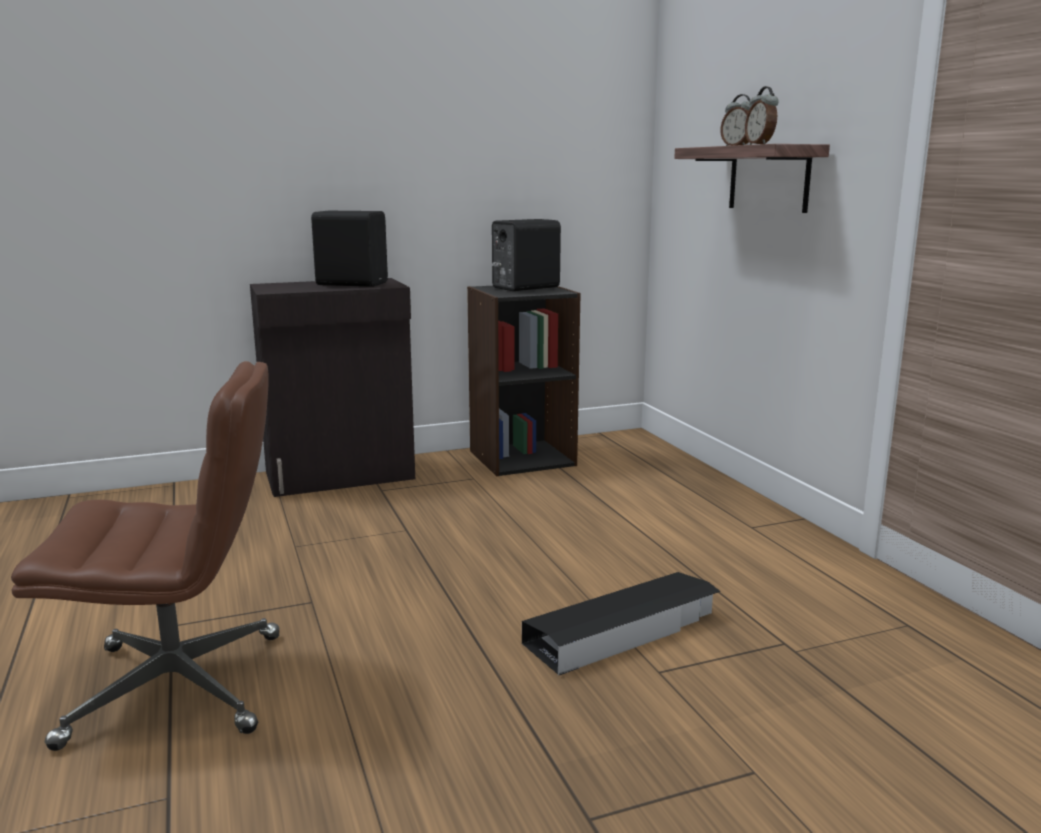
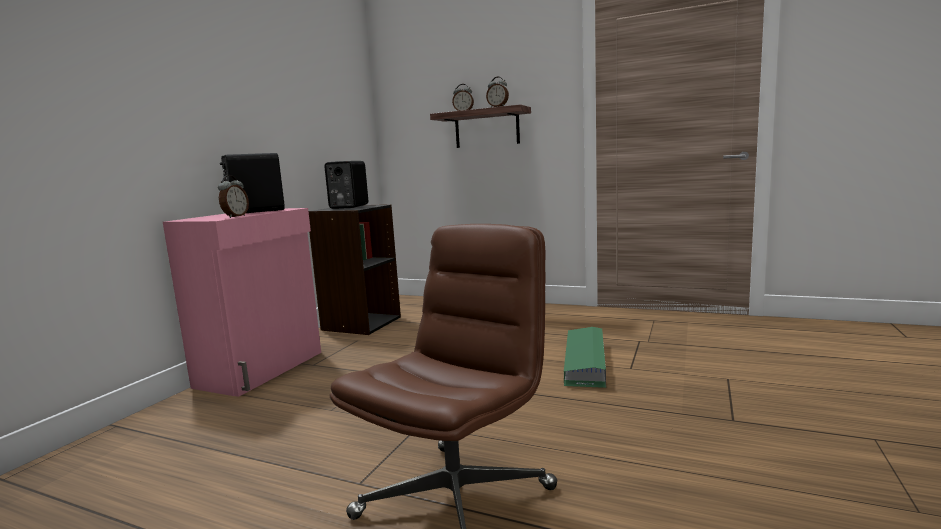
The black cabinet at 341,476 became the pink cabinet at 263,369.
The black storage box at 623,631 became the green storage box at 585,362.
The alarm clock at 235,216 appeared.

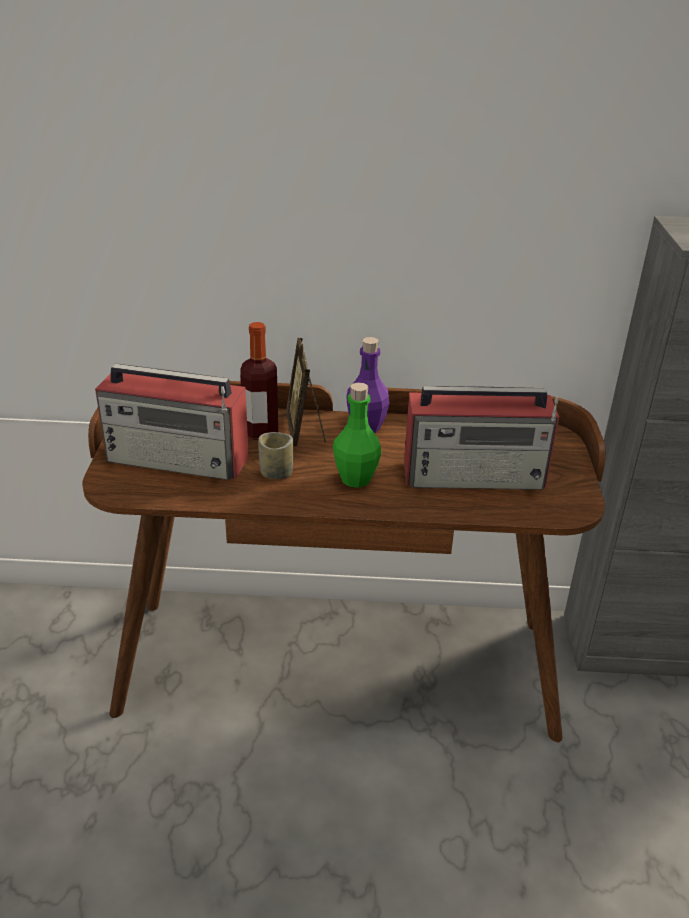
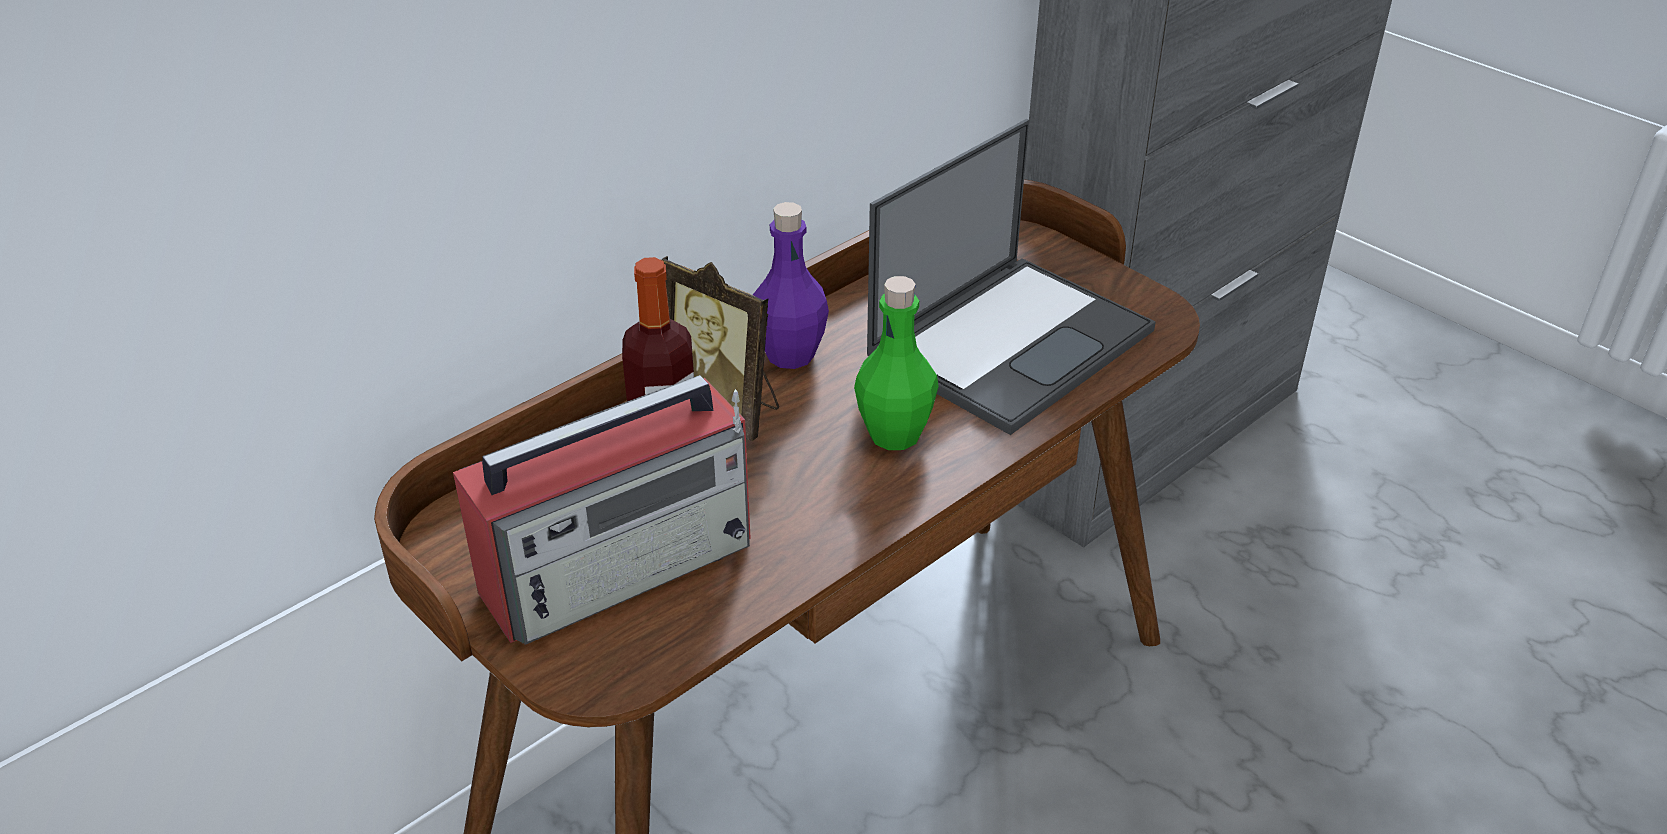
The radio at 476,475 was replaced by the laptop at 1012,340.
The cup at 276,473 disappeared.

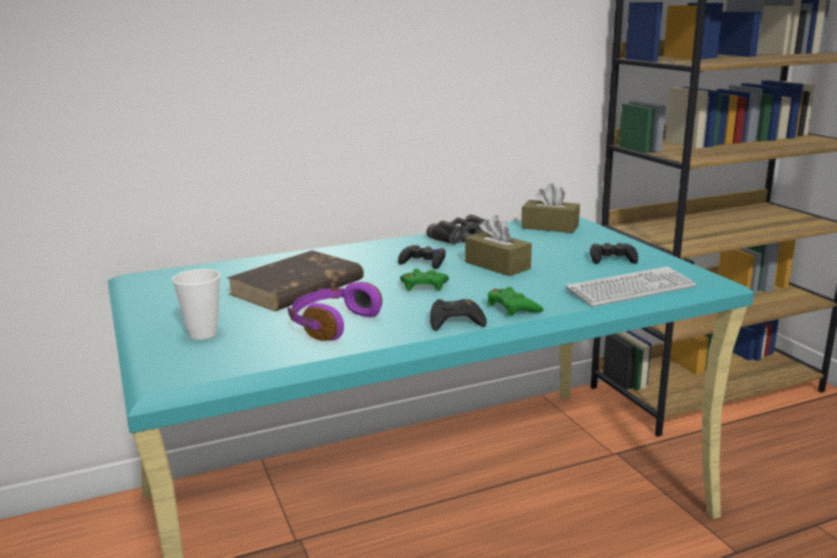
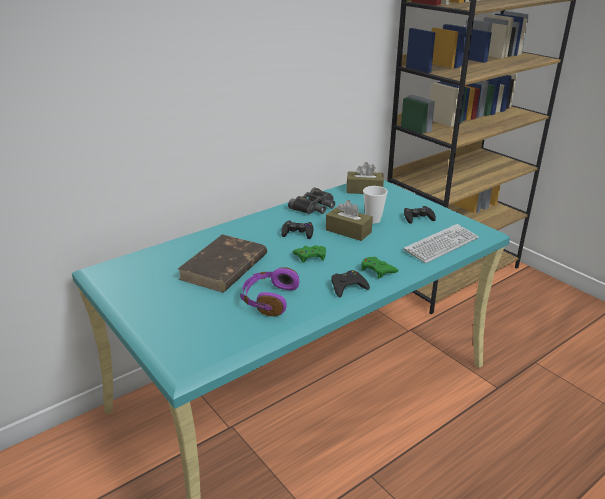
The cup moved from 203,334 to 373,220.

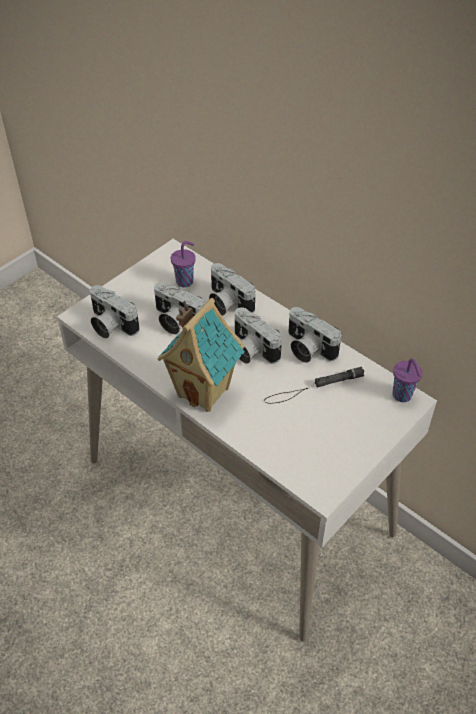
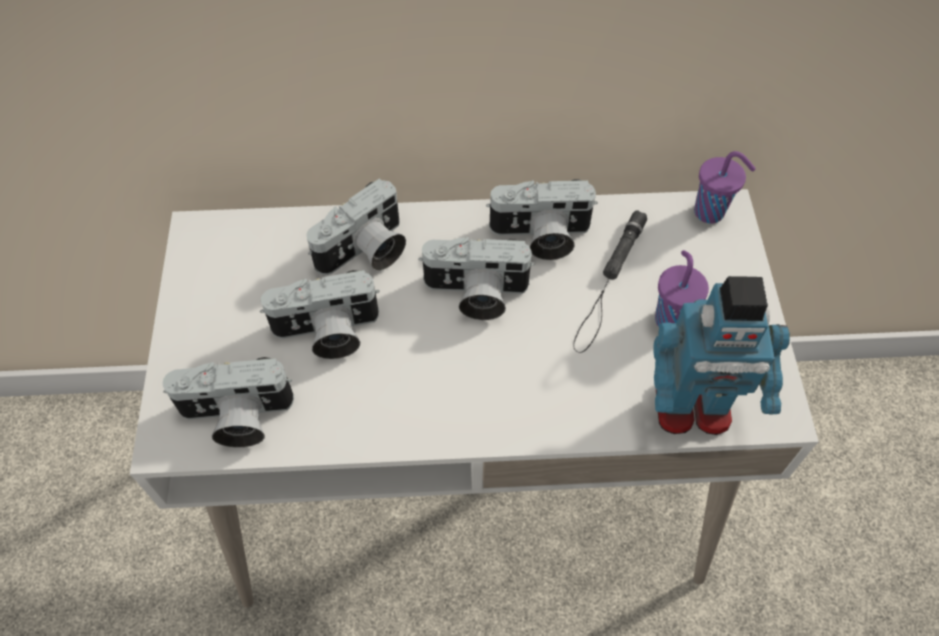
The purple cup moved from 185,281 to 670,318.
The photo camera at 226,303 turned 45 degrees counterclockwise.
The toy house at 205,391 disappeared.
The toy robot at 692,408 appeared.

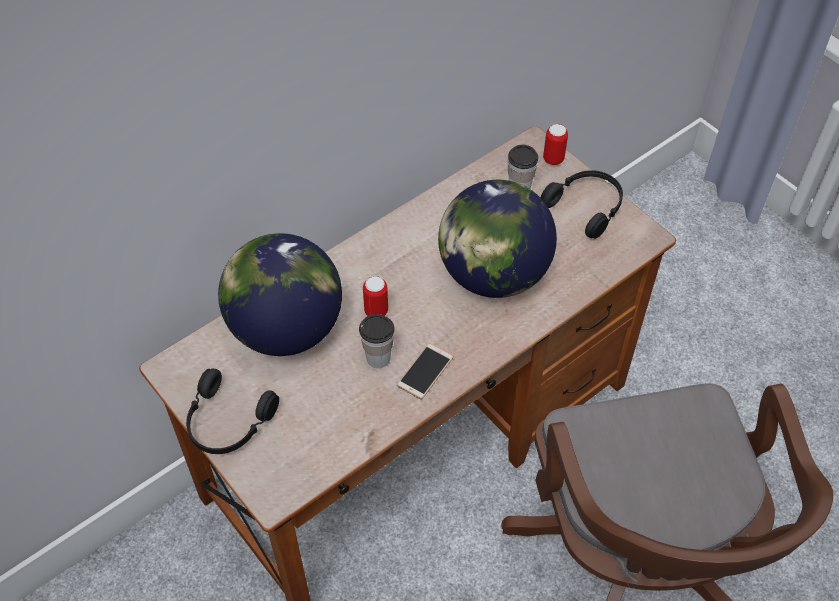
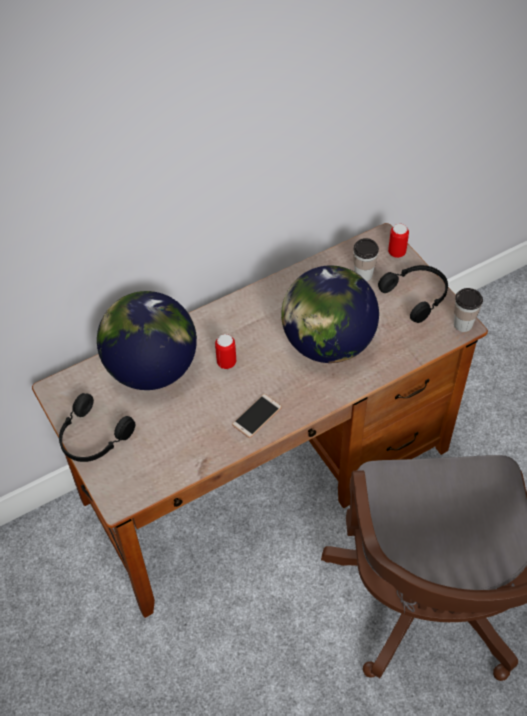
The cup moved from 378,358 to 463,324.

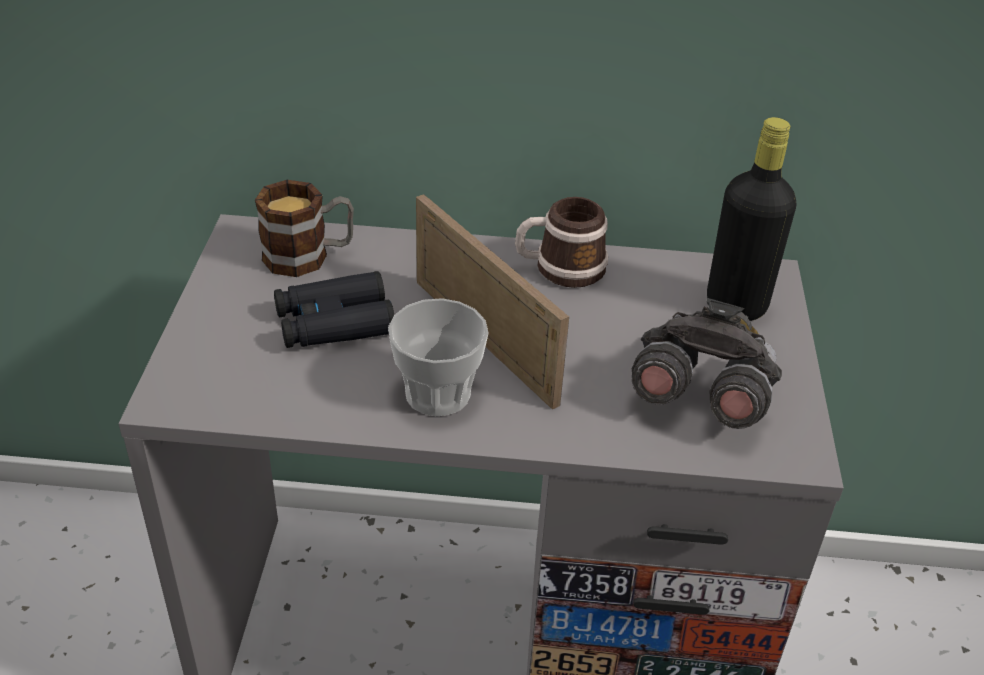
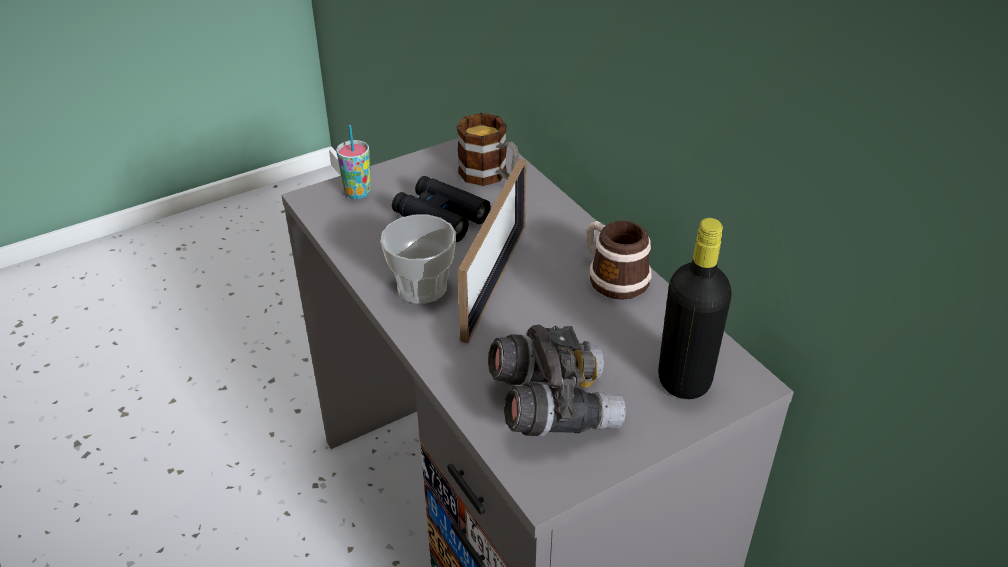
The cup at 357,193 appeared.

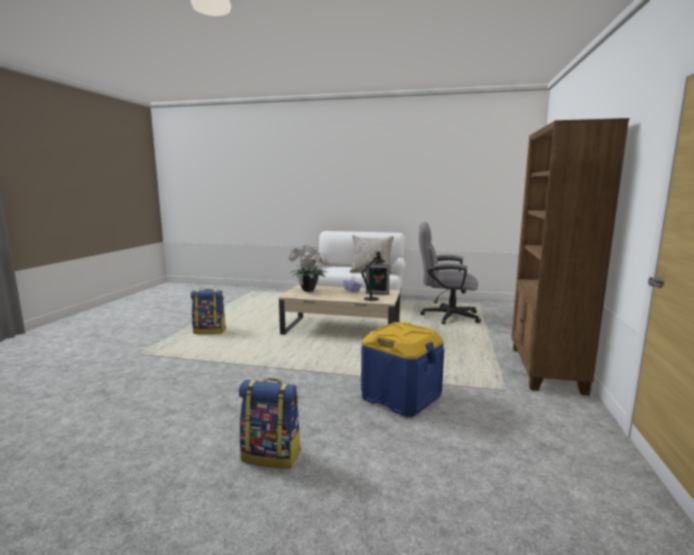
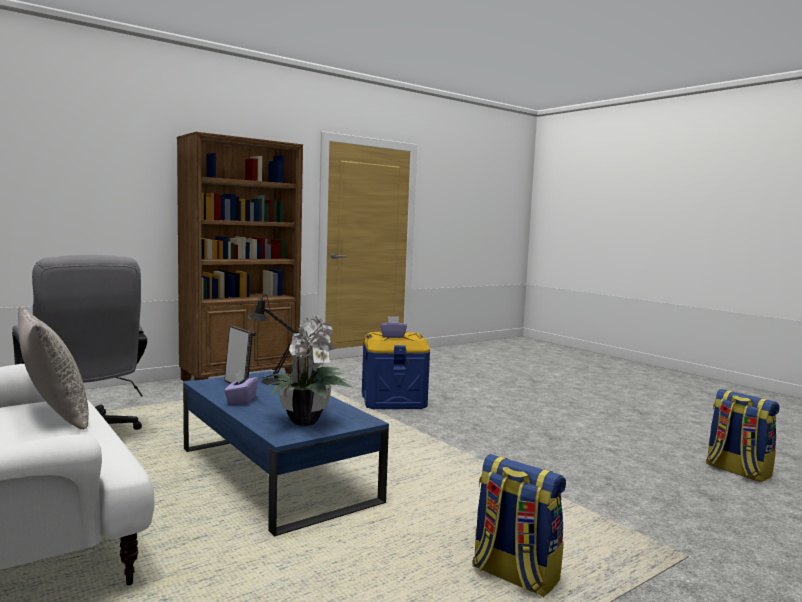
The beige coffee table at 342,329 became the blue coffee table at 275,474.
The backpack moved from 272,455 to 737,471.
The purple tissue box at 392,336 appeared.

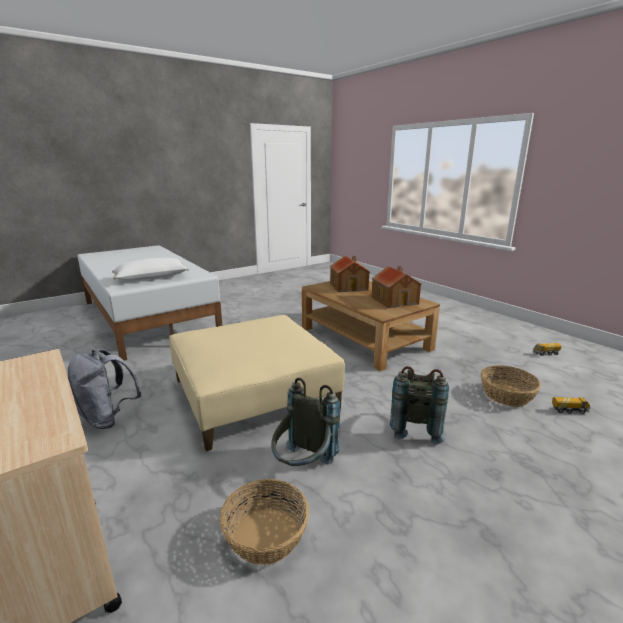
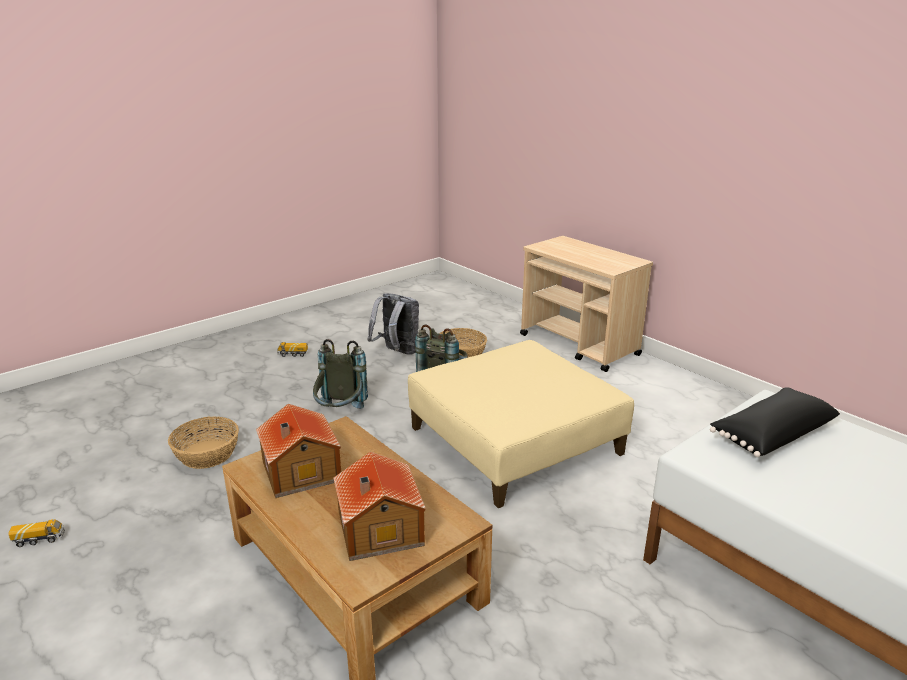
The white pillow at 152,279 became the black pillow at 770,434.
The grey backpack moved from 108,418 to 397,352.
The toy truck moved from 569,410 to 293,354.

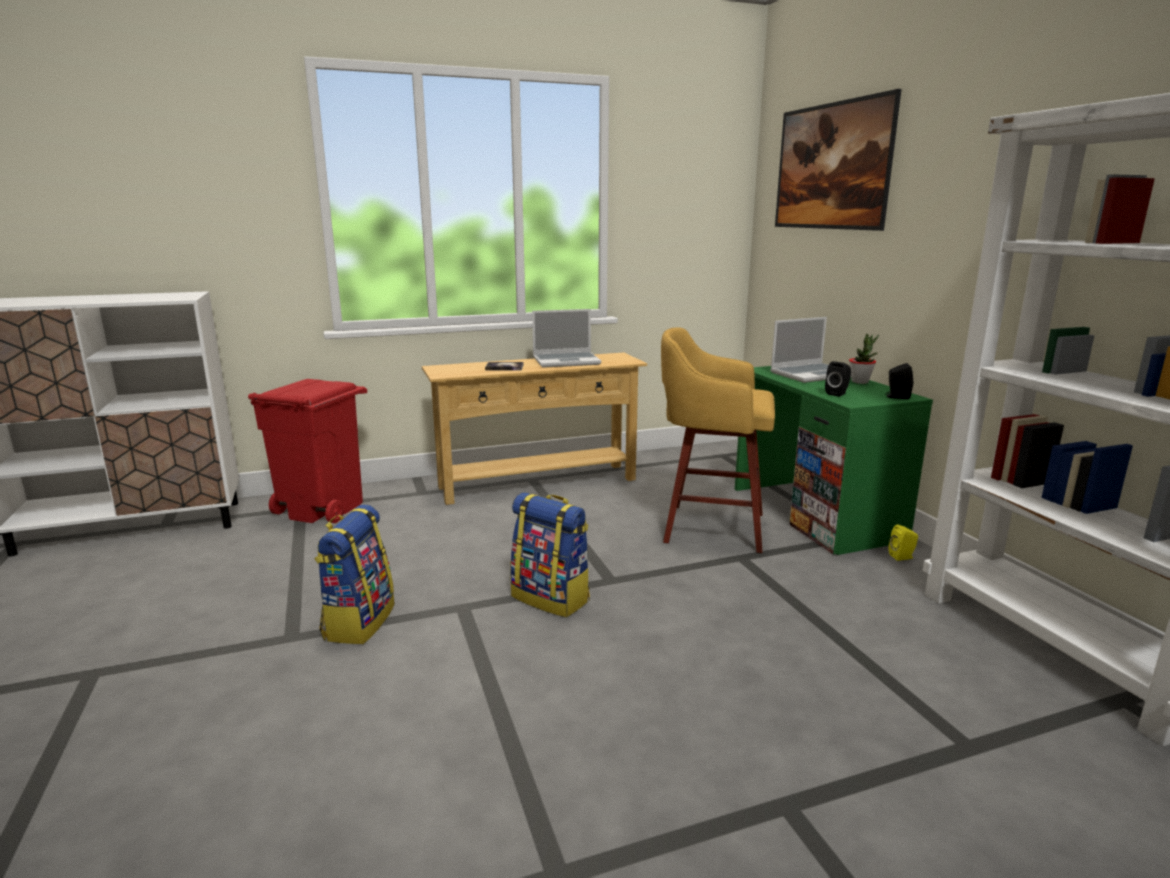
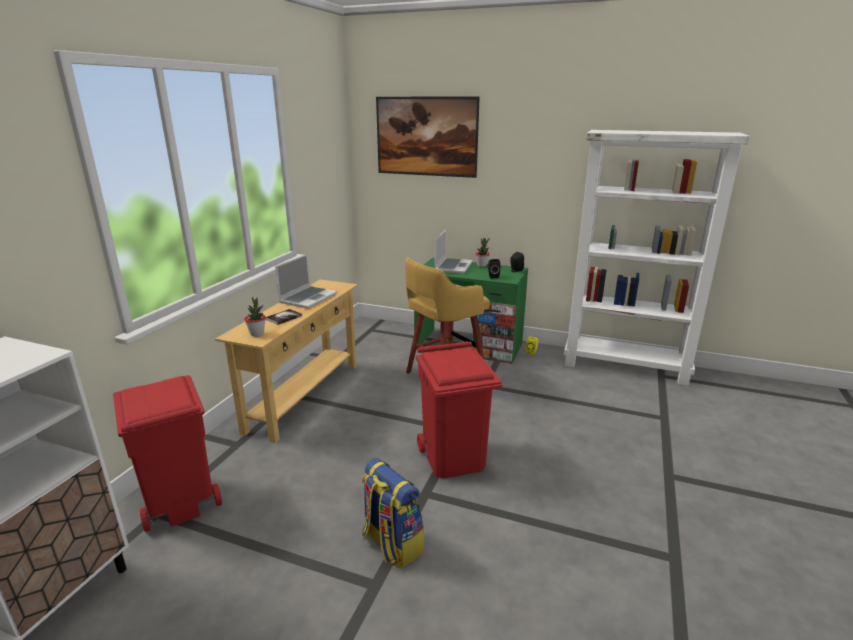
The backpack at 552,598 was replaced by the red trash can at 454,457.
The potted plant at 257,334 appeared.

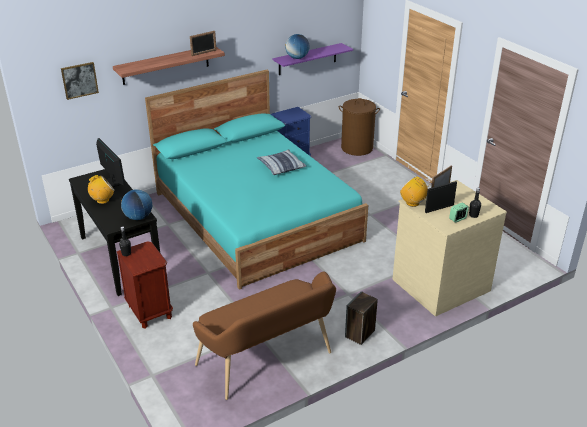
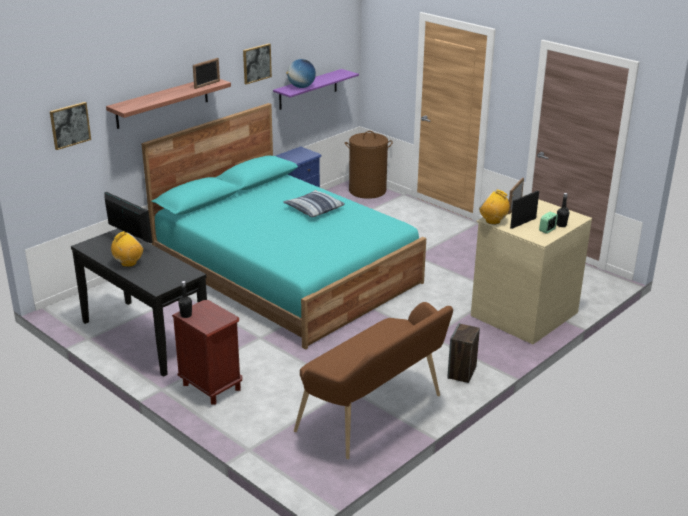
The globe at 138,217 disappeared.
The picture at 256,63 appeared.

